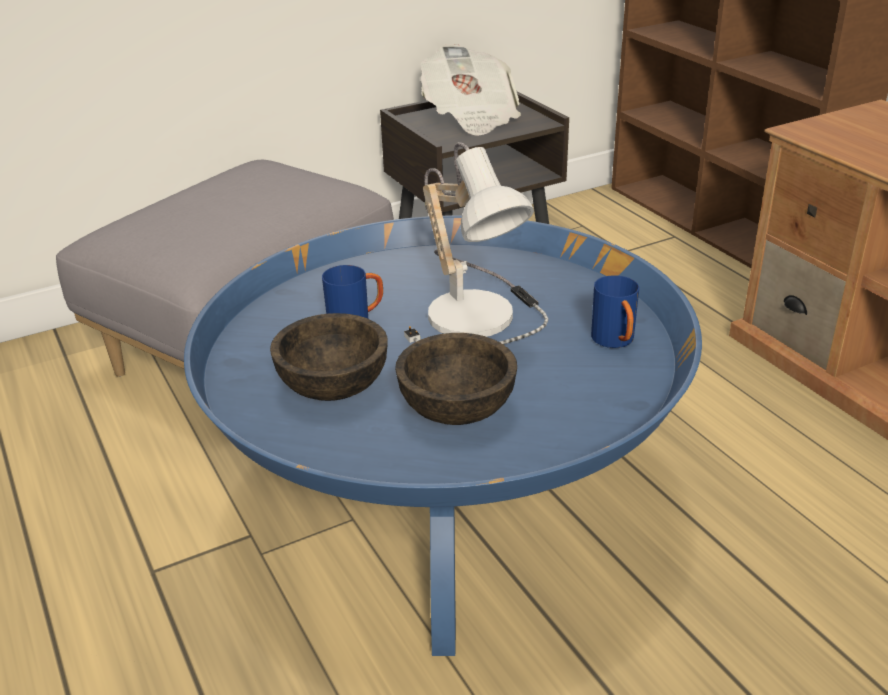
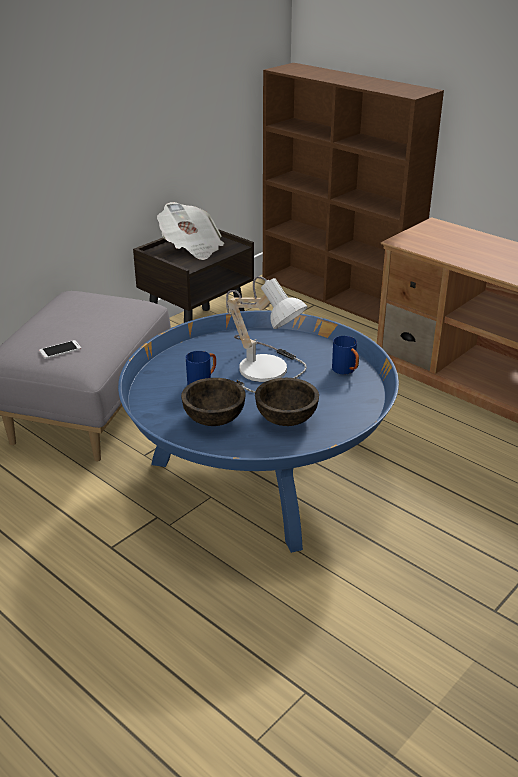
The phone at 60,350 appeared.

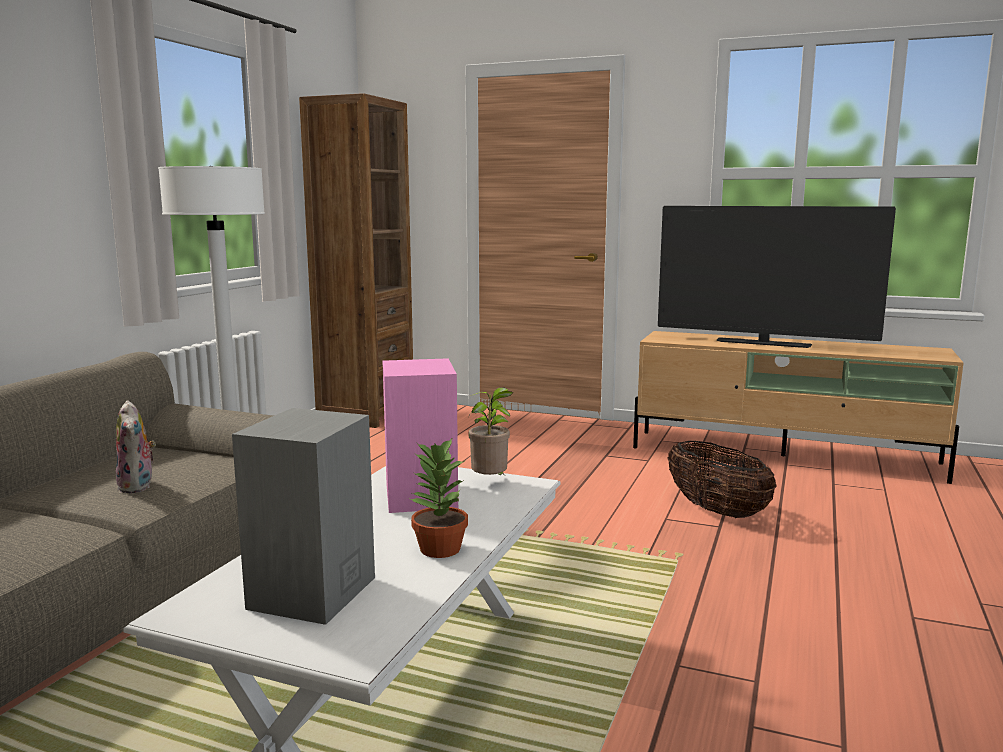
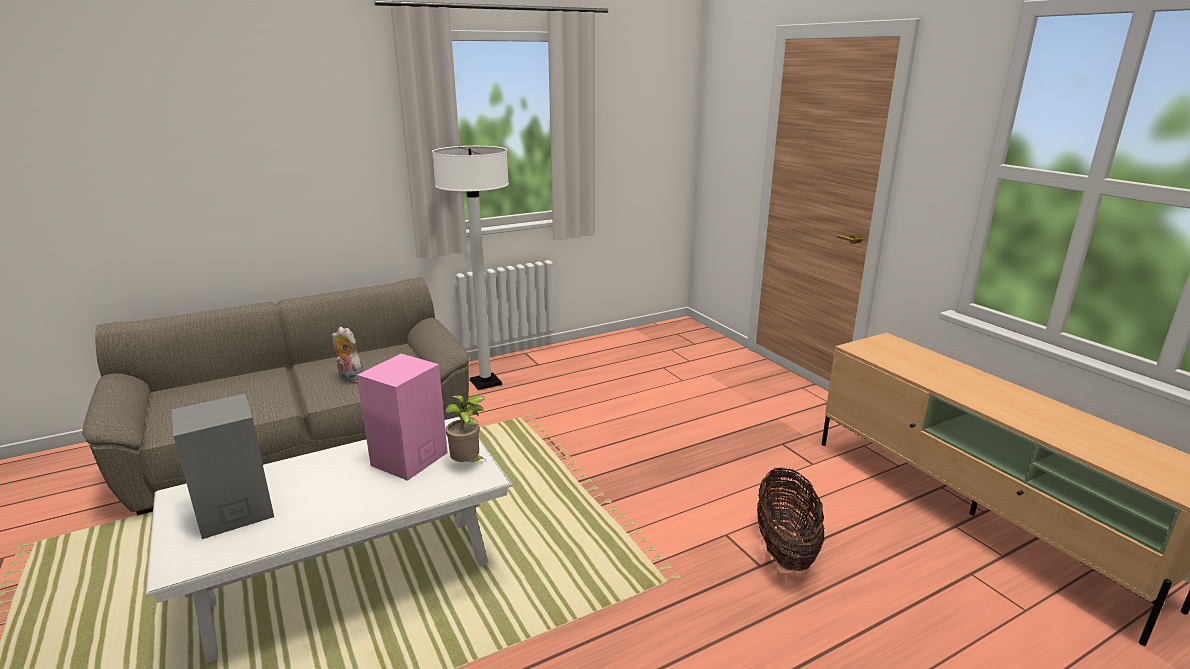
The brown bookcase at 366,414 disappeared.
The television at 763,343 disappeared.
The plush toy at 138,486 turned 105 degrees clockwise.
The potted plant at 439,549 disappeared.

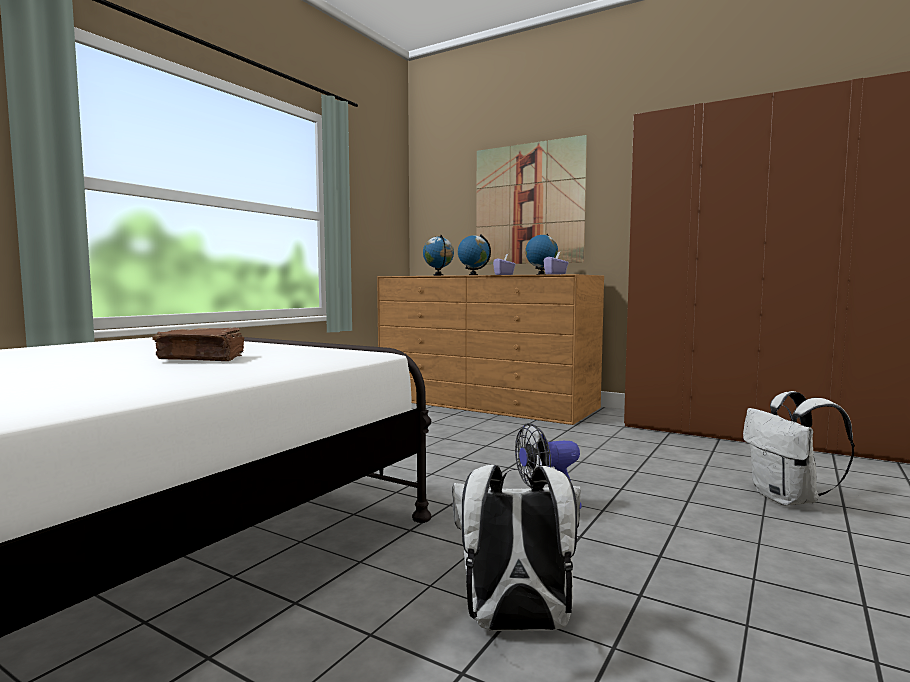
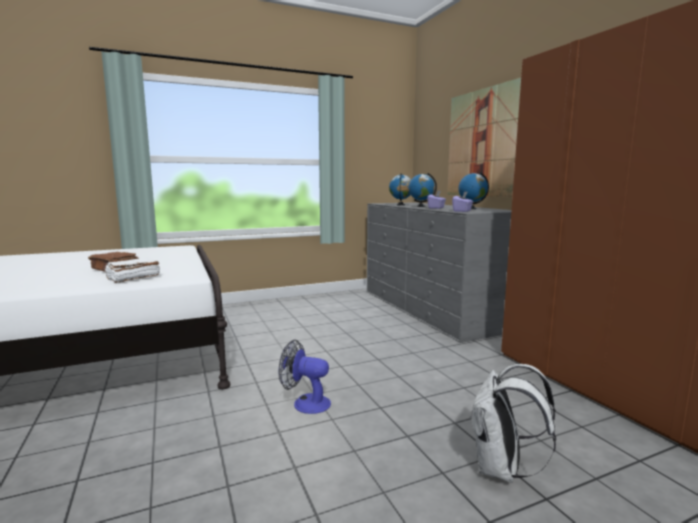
The brown dresser at 485,403 became the grey dresser at 431,309.
The white backpack at 516,626 disappeared.
The white book at 132,278 appeared.

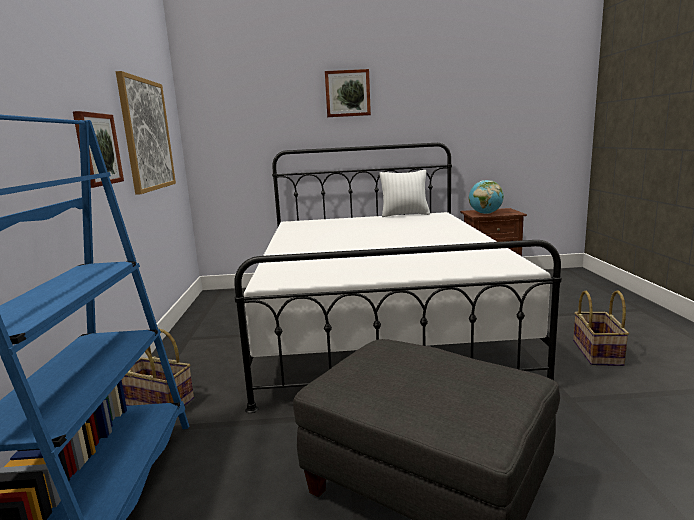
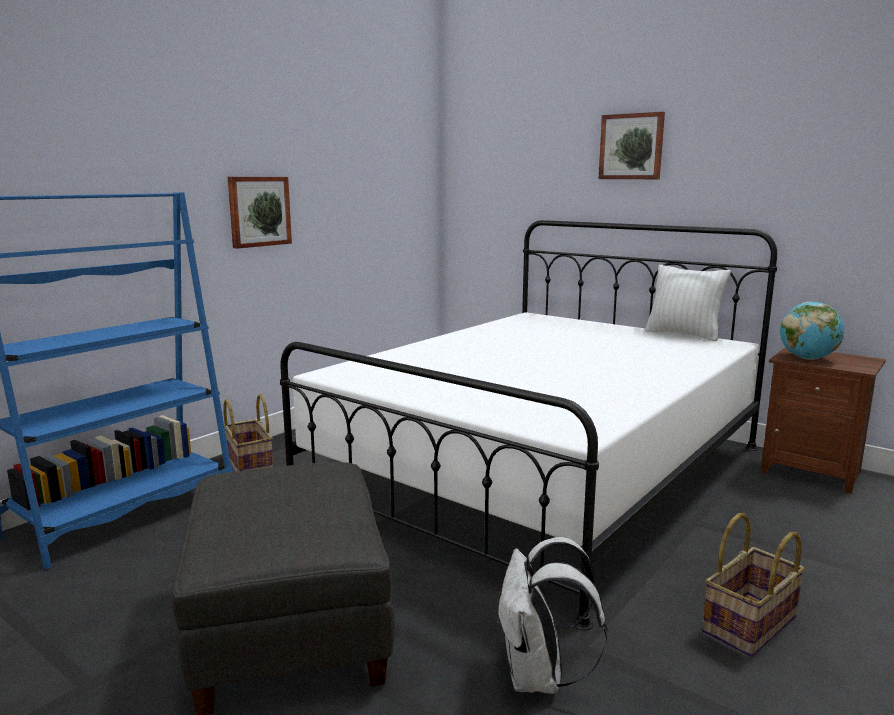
The picture at 147,135 disappeared.
The white backpack at 539,677 appeared.

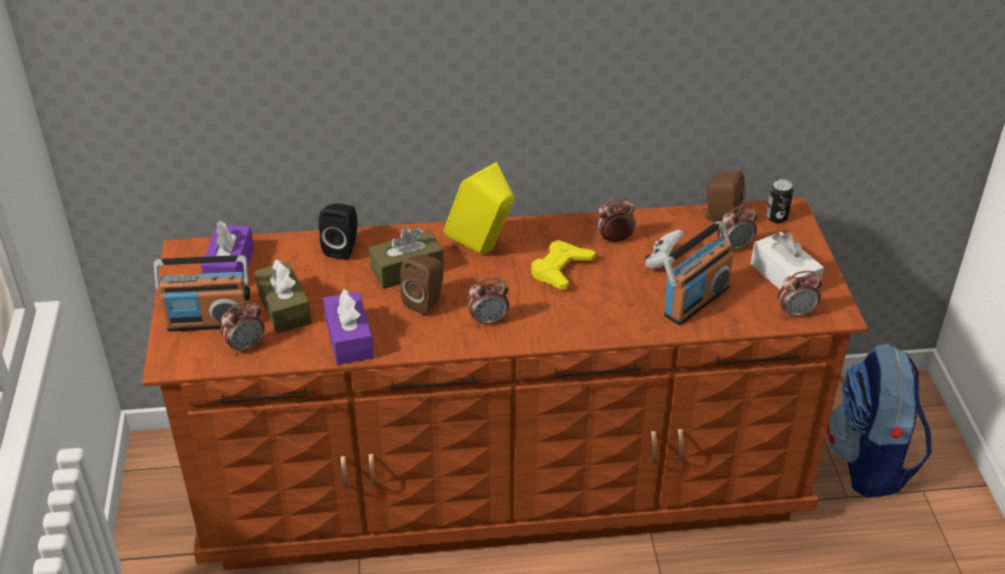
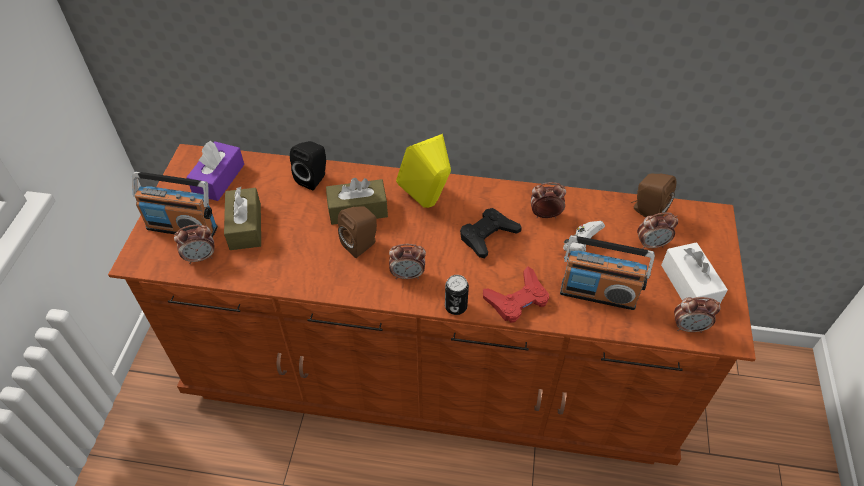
The can moved from 776,217 to 456,307.
The radio at 695,301 turned 45 degrees clockwise.
The yellow game controller at 561,269 became the black game controller at 488,236.
The purple tissue box at 349,338 disappeared.
The backpack at 870,462 disappeared.
The red game controller at 517,299 appeared.

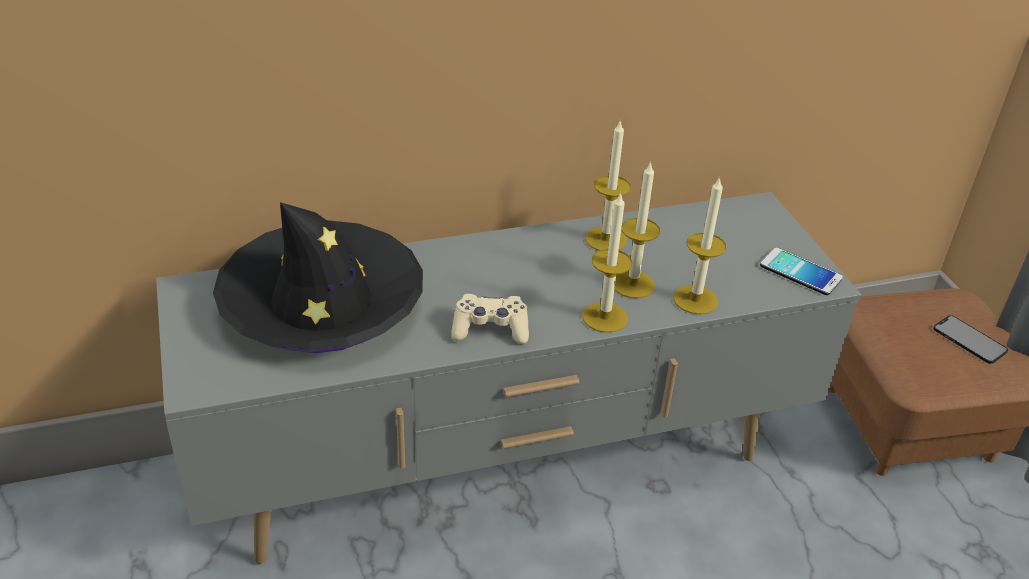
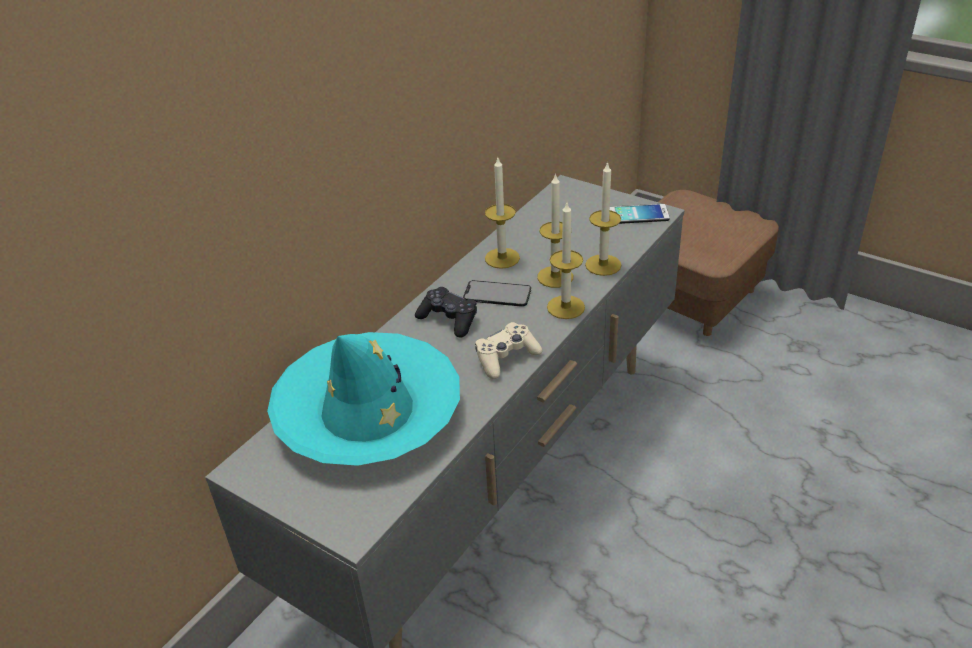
The black hat at 322,303 became the turquoise hat at 368,413.
The phone moved from 969,340 to 497,294.
The black game controller at 449,319 appeared.

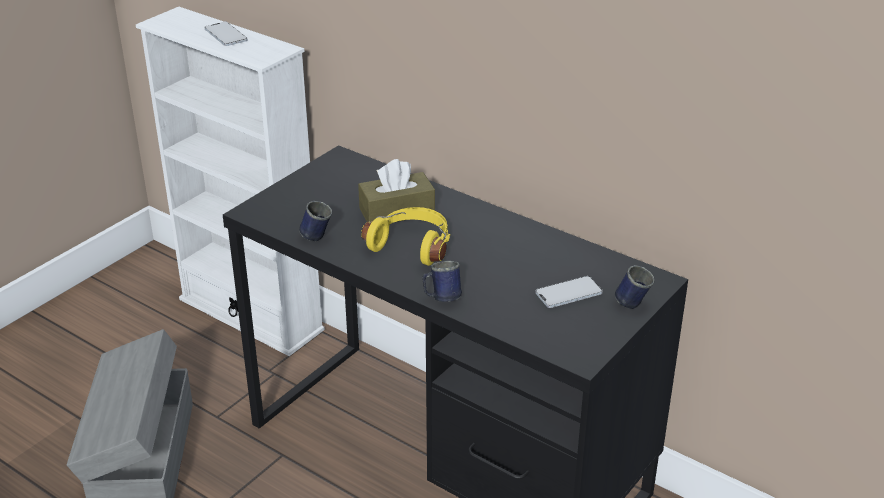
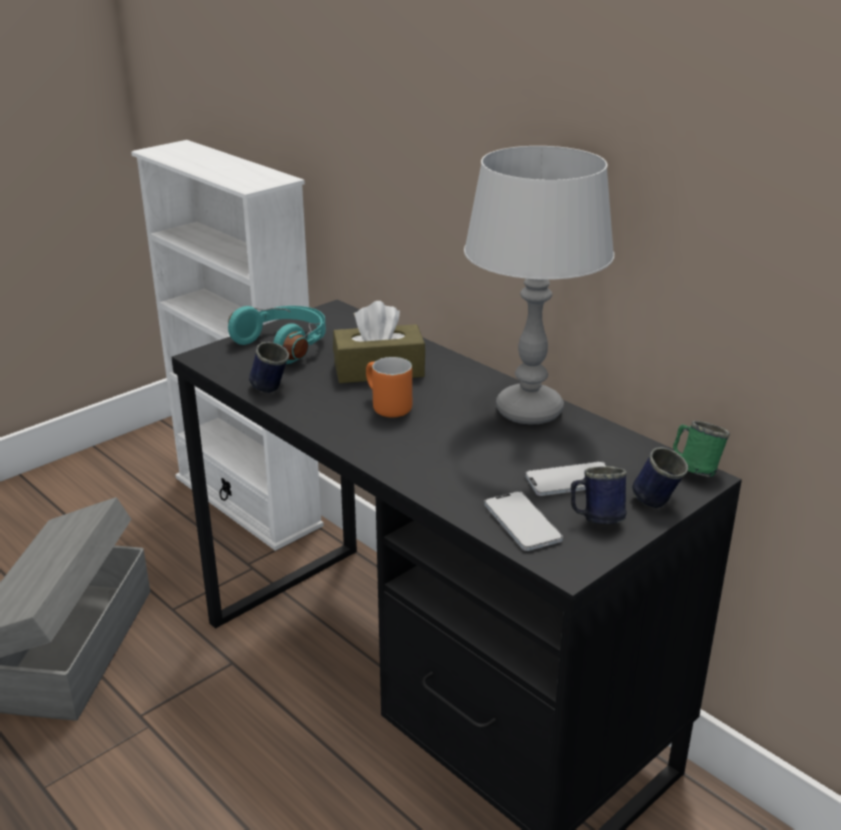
The phone moved from 226,35 to 522,522.
The yellow headphones at 412,245 was replaced by the orange mug at 384,407.
The blue mug moved from 441,298 to 595,519.
The grey table lamp at 530,411 appeared.
The turquoise headphones at 285,344 appeared.
The green mug at 694,469 appeared.

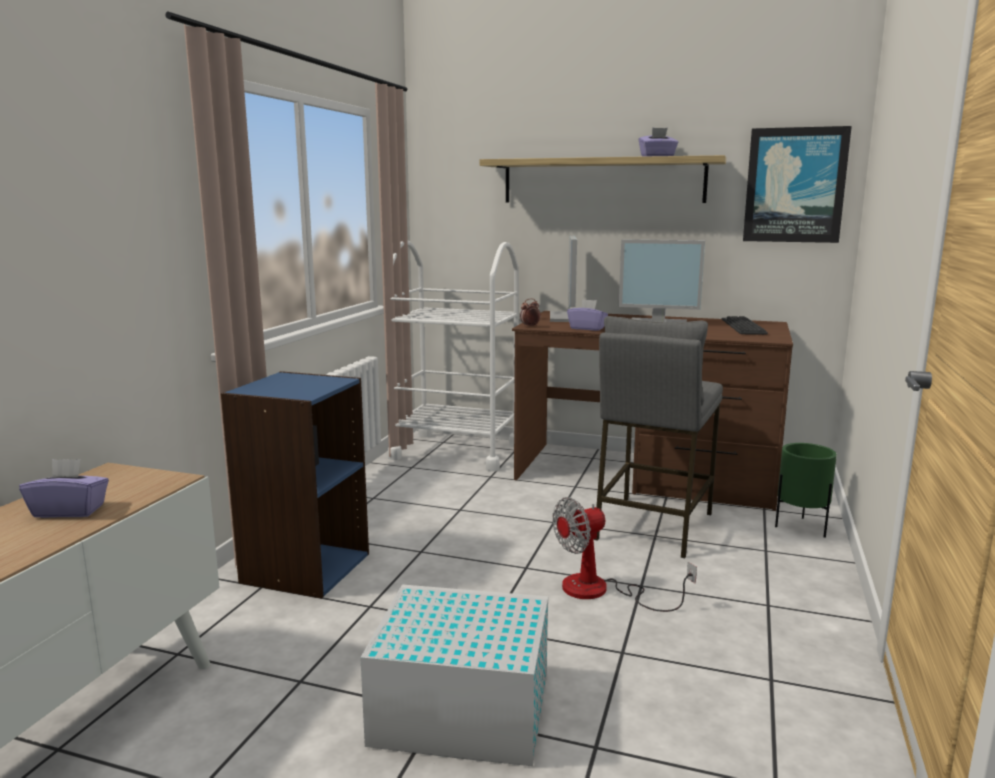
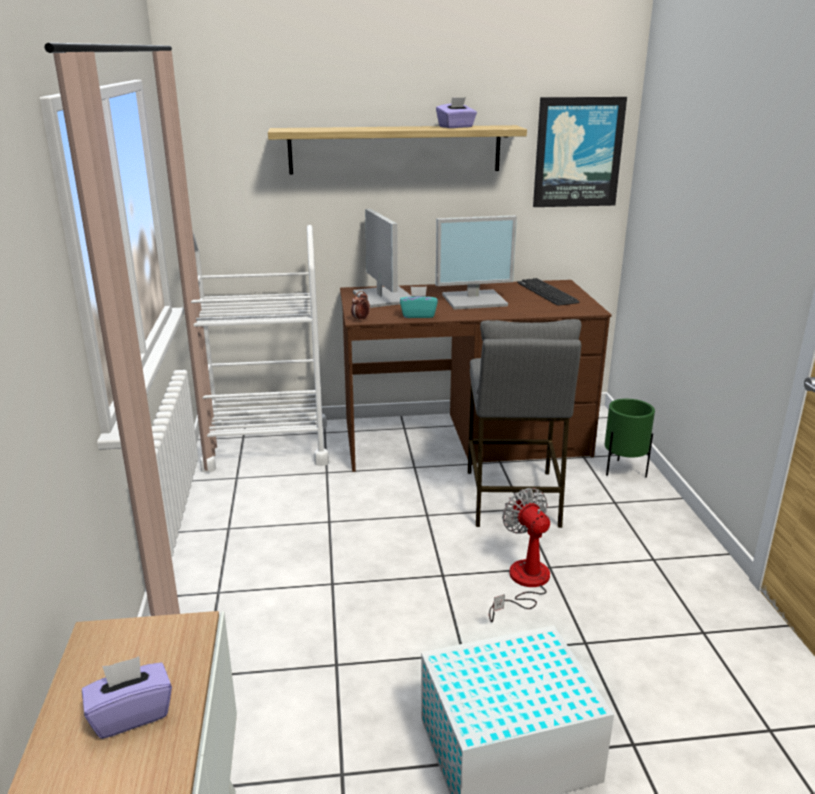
The purple tissue box at 587,328 became the turquoise tissue box at 418,315.
The blue bookcase at 305,567 disappeared.
The fan at 601,591 turned 120 degrees clockwise.

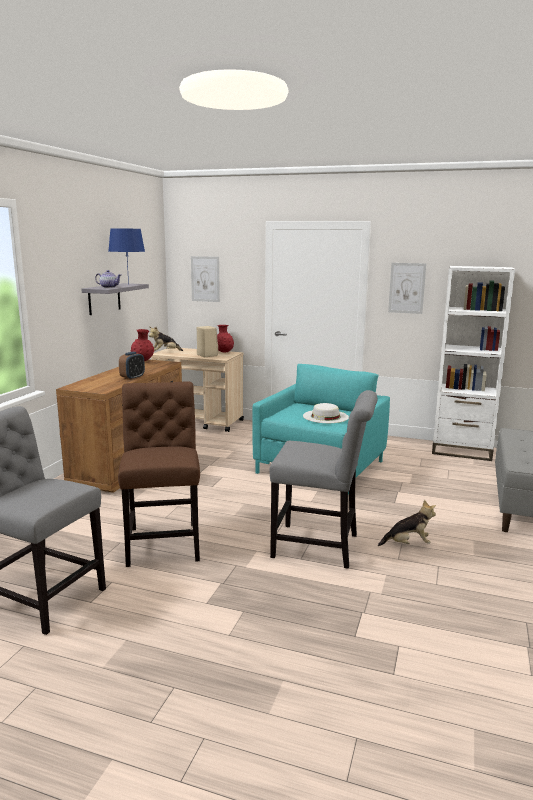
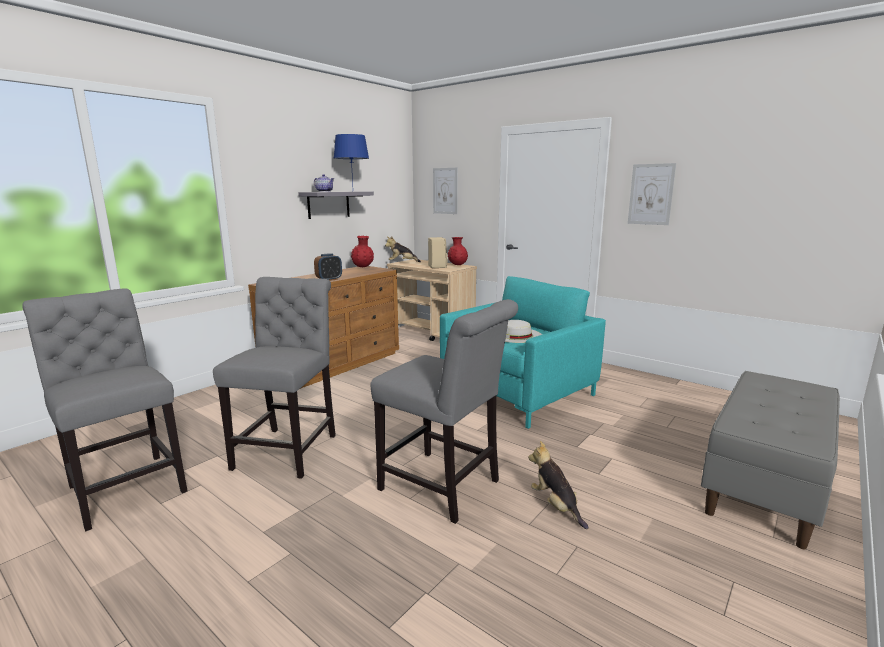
The white bookcase at 461,451 disappeared.
The brown chair at 164,541 became the grey chair at 289,449.
The plush toy at 408,544 turned 135 degrees counterclockwise.

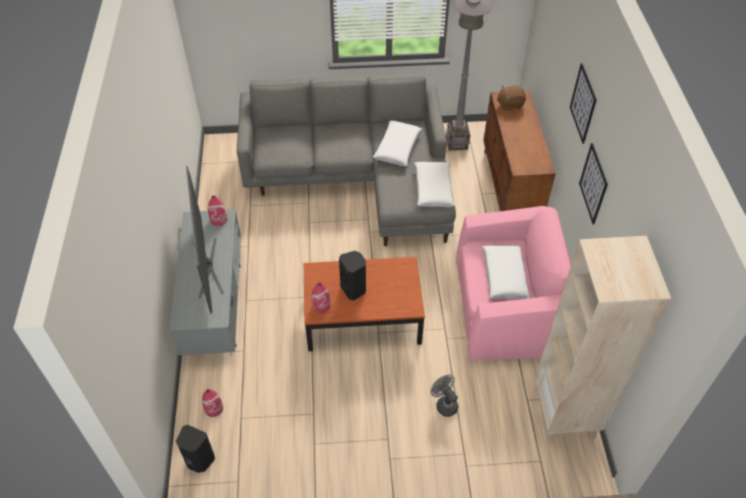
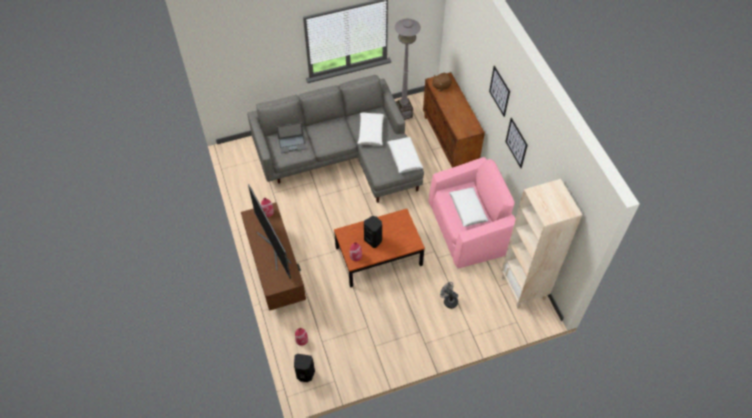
The grey tv stand at 215,305 became the brown tv stand at 275,270.
The laptop at 292,144 appeared.

